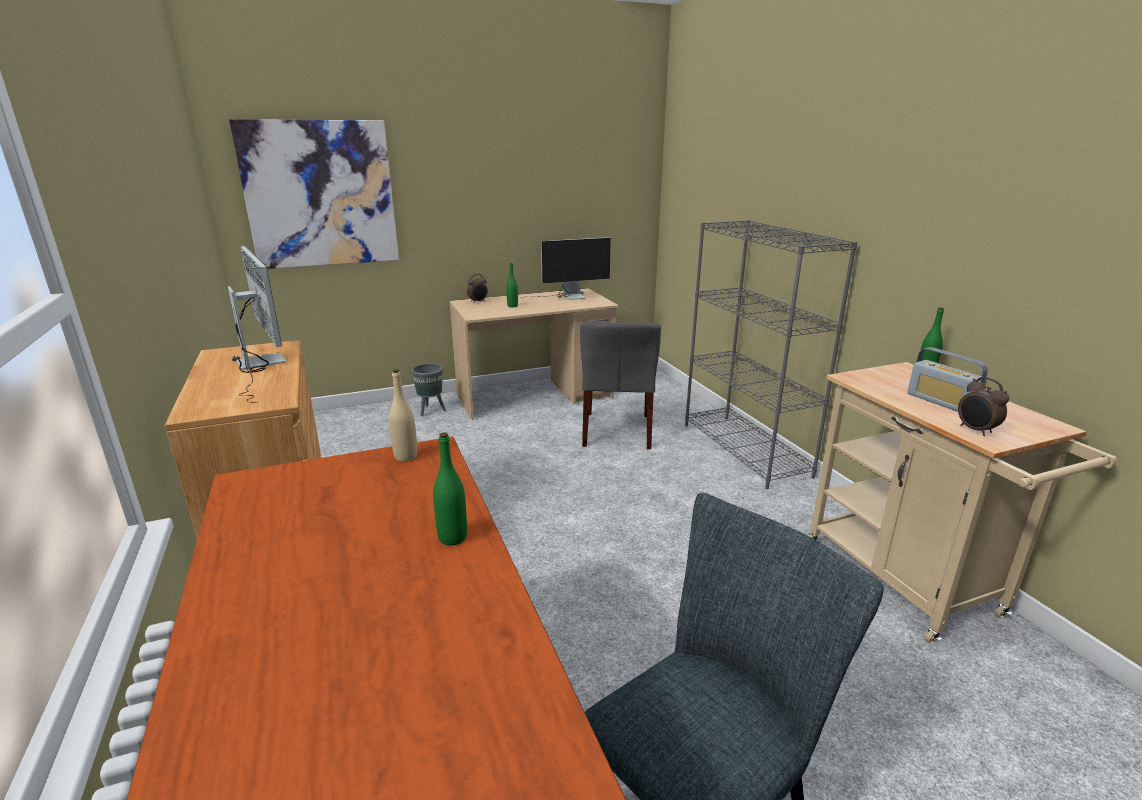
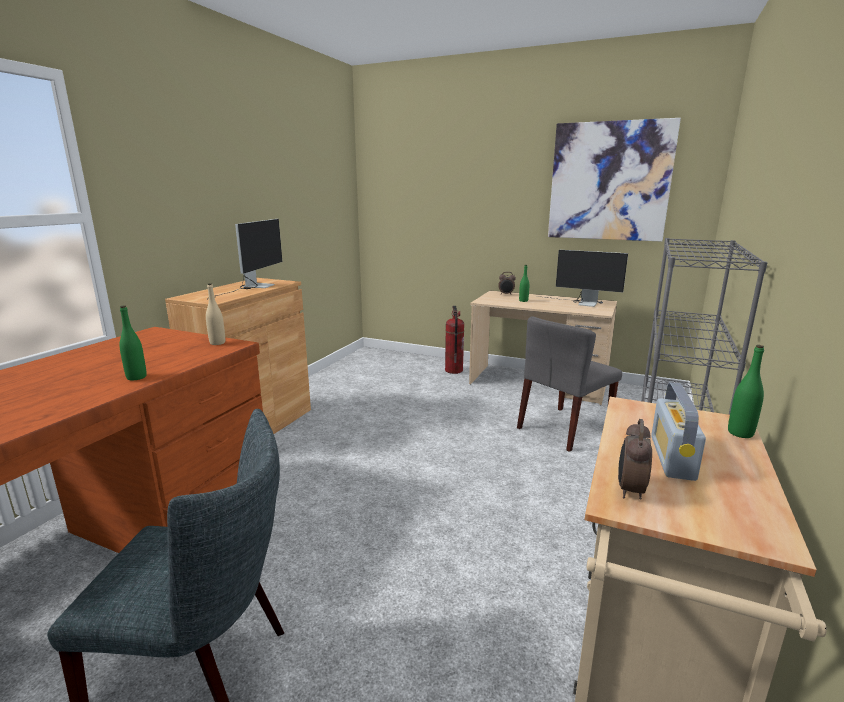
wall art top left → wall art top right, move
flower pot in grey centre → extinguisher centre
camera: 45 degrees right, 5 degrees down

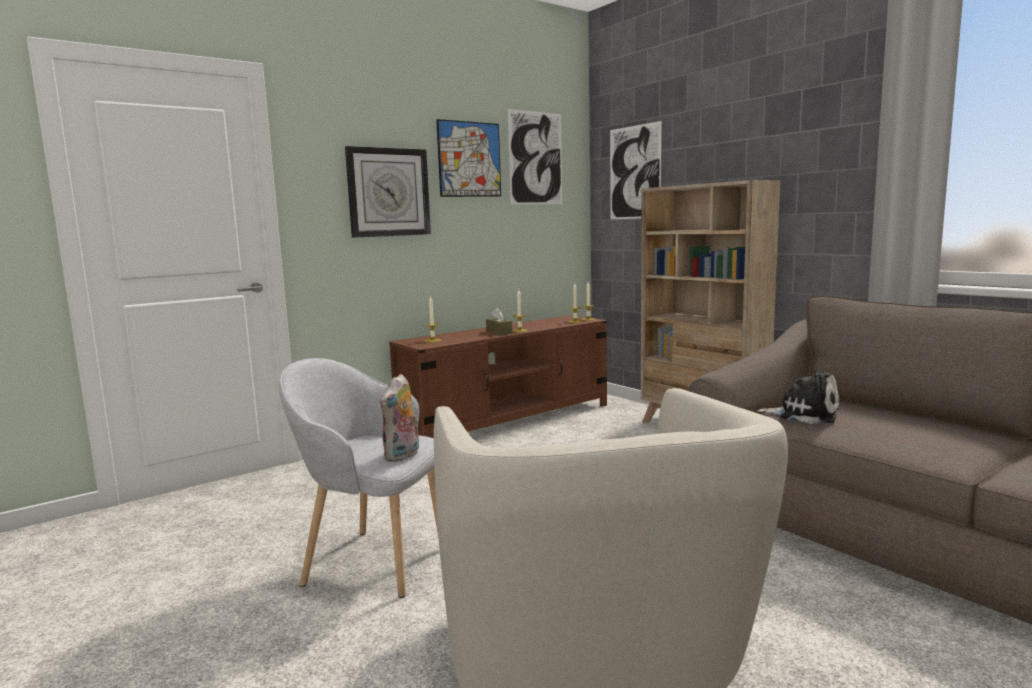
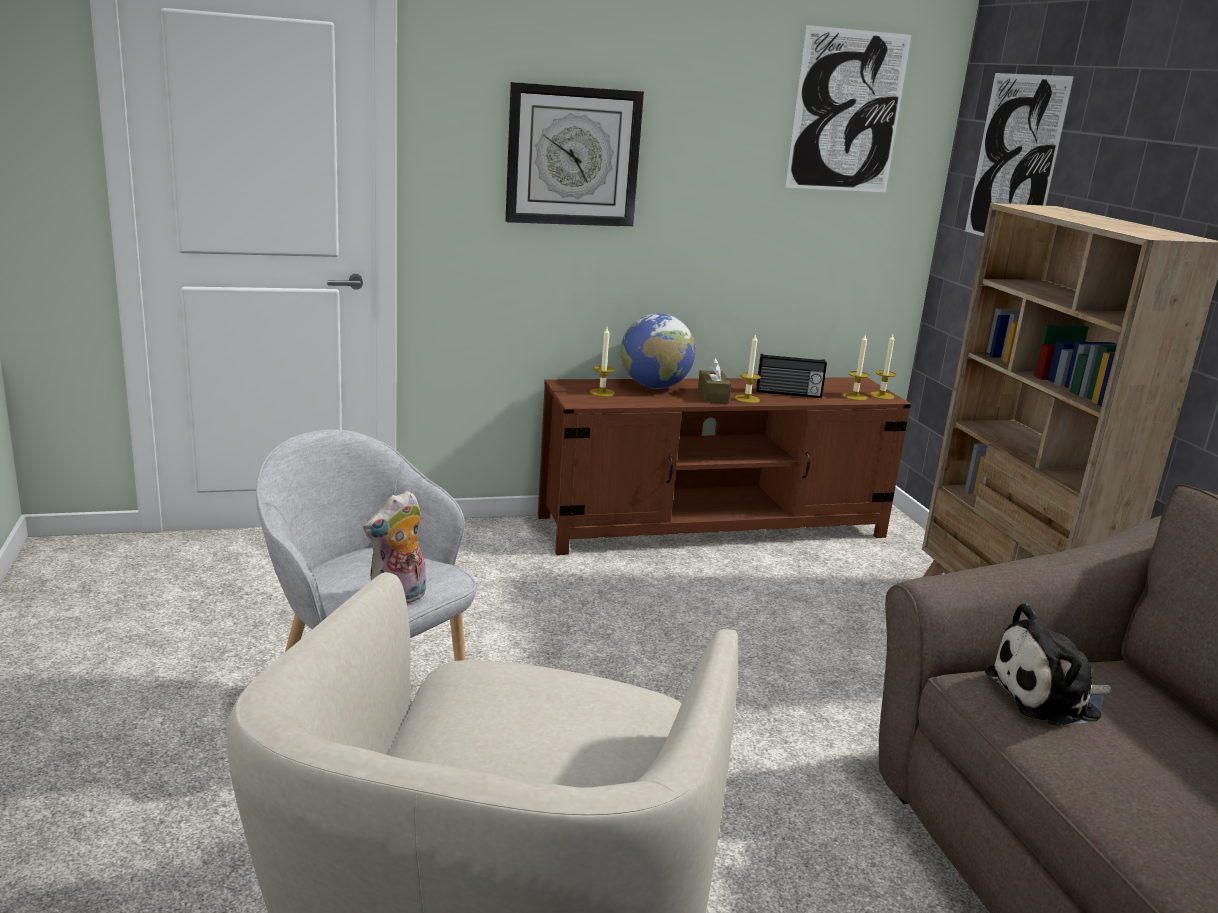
wall art (1st from left) top centre → -
cuddly toy (2nd from left) middle right → cuddly toy (2nd from left) bottom right, 120 degrees clockwise
- → world globe centre
- → radio centre
camera: 20 degrees right, 10 degrees up

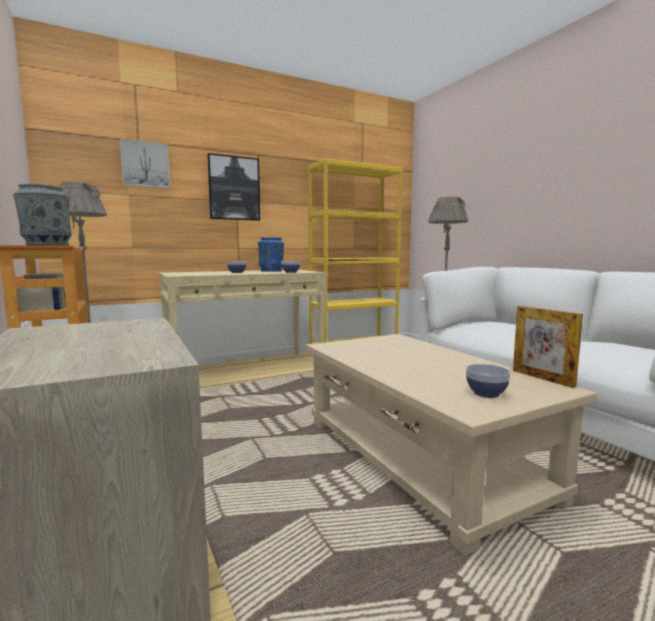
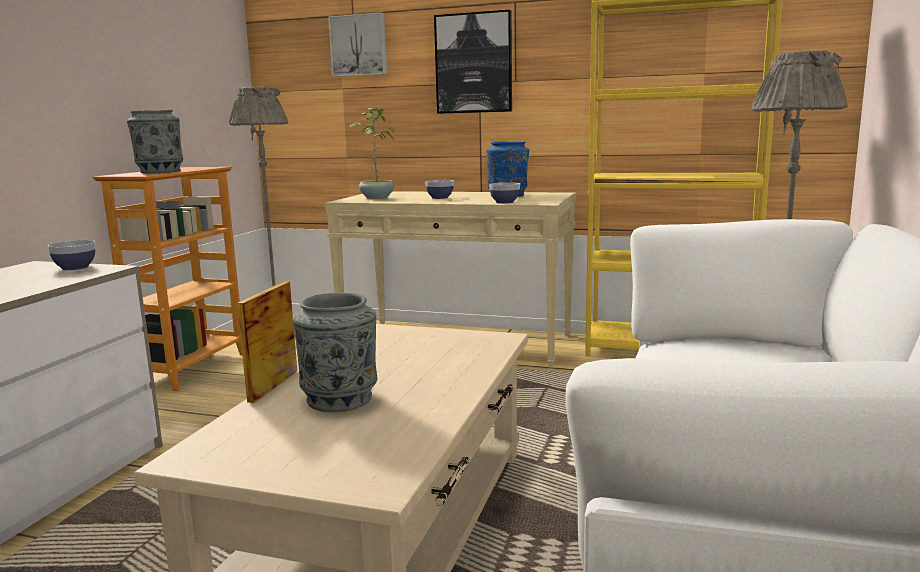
deep dish (3rd from left in the first image) middle right → deep dish (1st from left) middle left, move
photo frame middle right → photo frame middle left, move
- → vase in grey (2nd from left) centre
- → houseplant top centre
camera: 45 degrees right, 5 degrees up

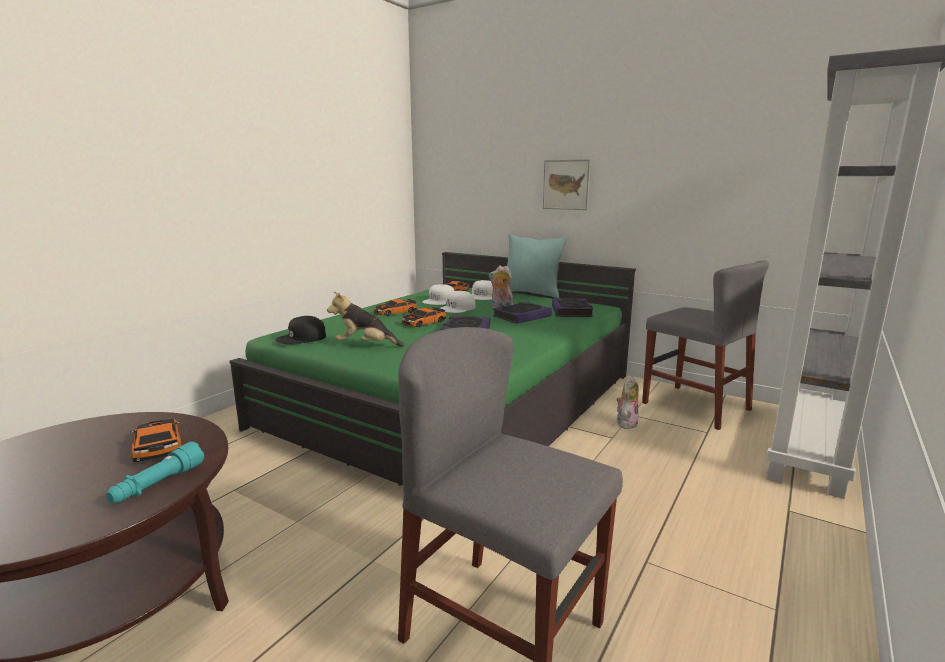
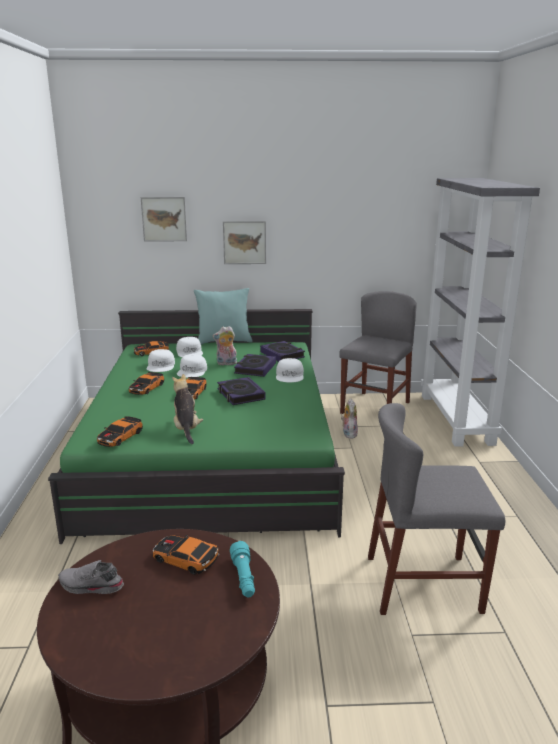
cap in black-coloured middle left → miniature car (1st from left) middle left
cuddly toy (1st from left) centre, 105 degrees clockwise
chair in grey (2nd from left in the first image) middle right → chair in grey (1st from left) middle right, 75 degrees counterclockwise
- → item of footwear in grey bottom left
- → wall art (1st from left) top left
- → cap in white-coloured (4th from left) centre
camera: 35 degrees left, 5 degrees up

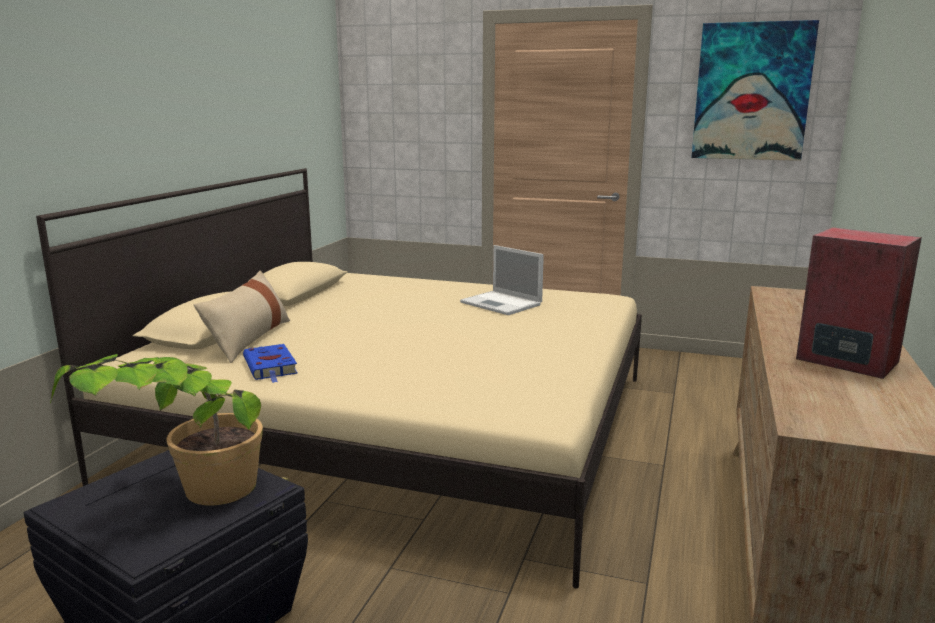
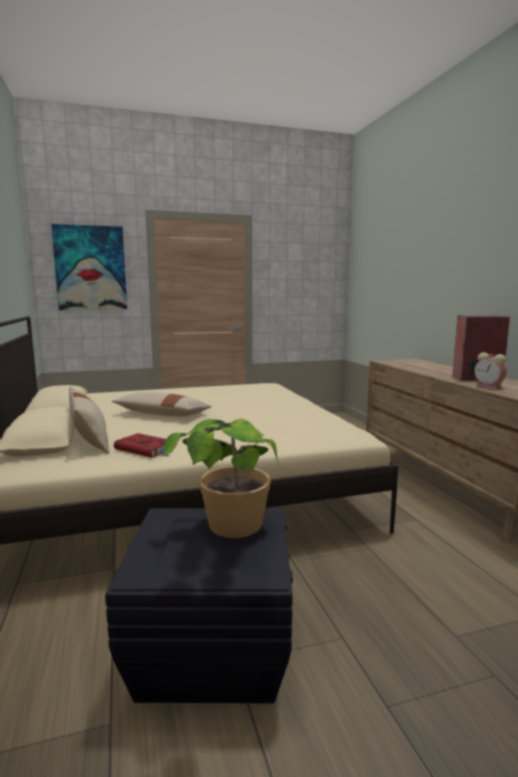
volume in blue-coloured middle left → volume in red-coloured middle left
notebook computer centre → -
wall art top right → wall art middle left, move
- → throw pillow in sand-coloured (2nd from left) middle left
- → table clock middle right
camera: 35 degrees left, 5 degrees down

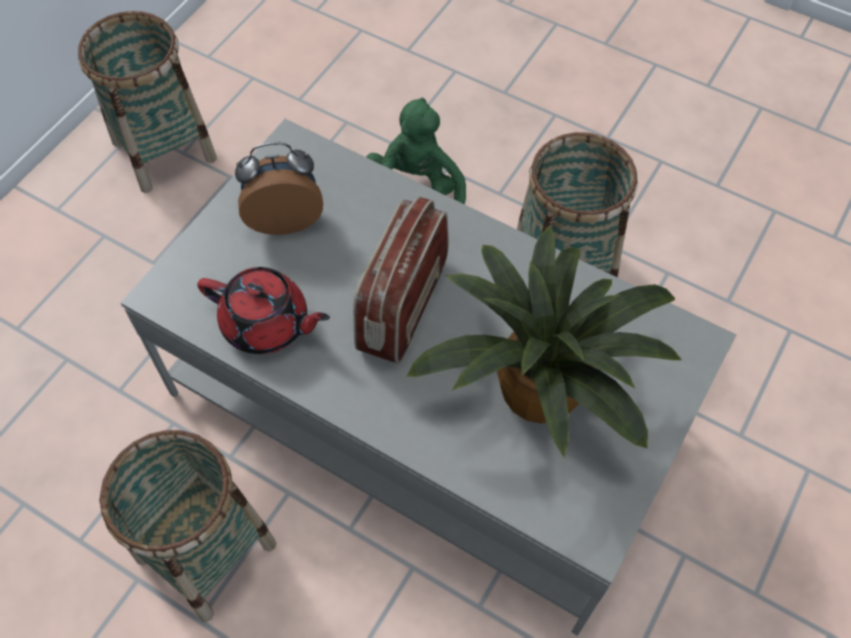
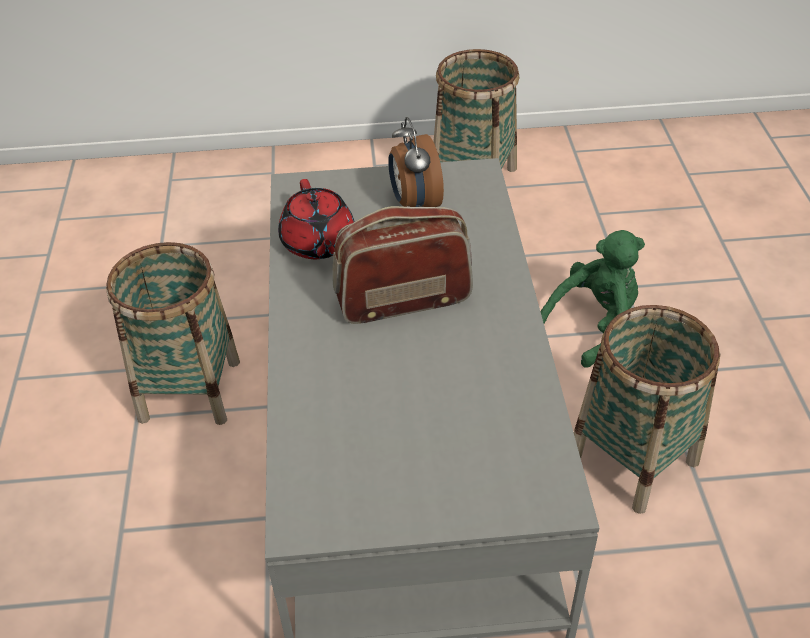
table clock top left → table clock top centre, 150 degrees counterclockwise
houseplant centre → -
camera: 55 degrees right, 15 degrees down

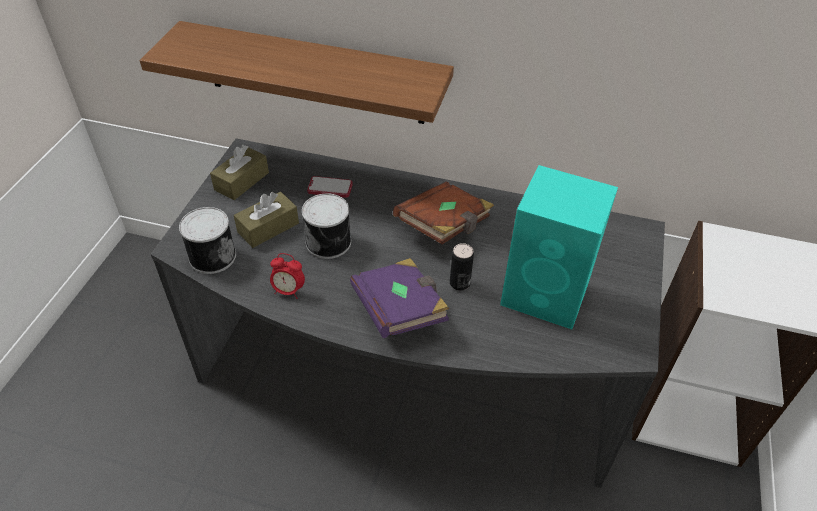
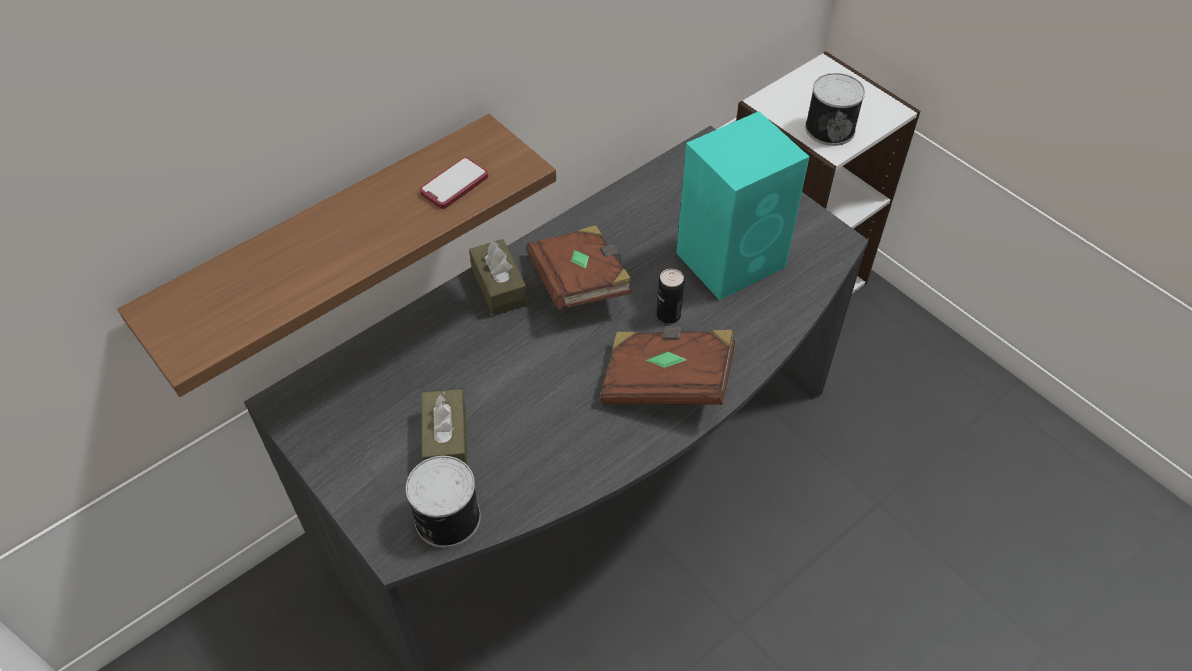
tissue holder in brownish (1st from left in the first image) middle left → tissue holder in brownish (2nd from left) centre, move
table clock centre → -
metal can (2nd from left in the first image) centre → metal can (3rd from left) top right, move
phone centre → phone top centre, move
volume in purple centre → volume in brownish (2nd from left) centre
camera: 55 degrees left, 5 degrees up

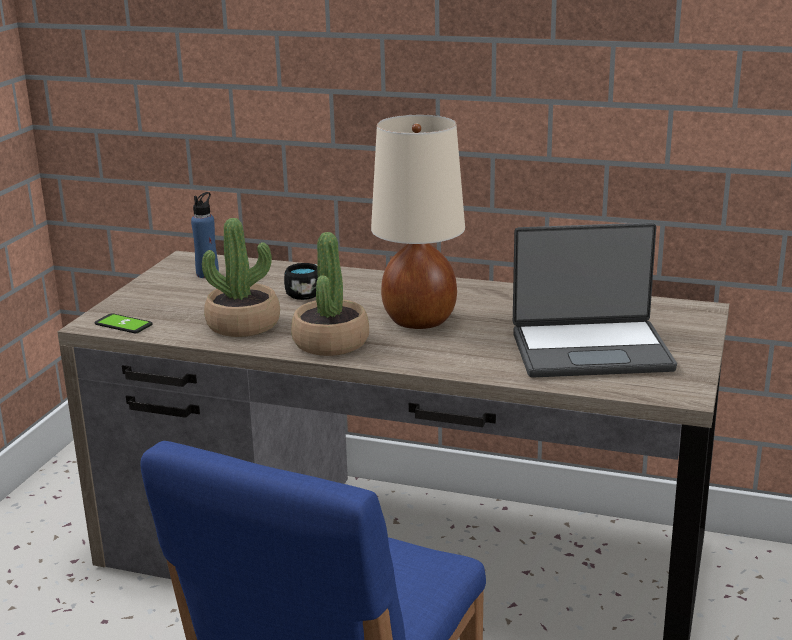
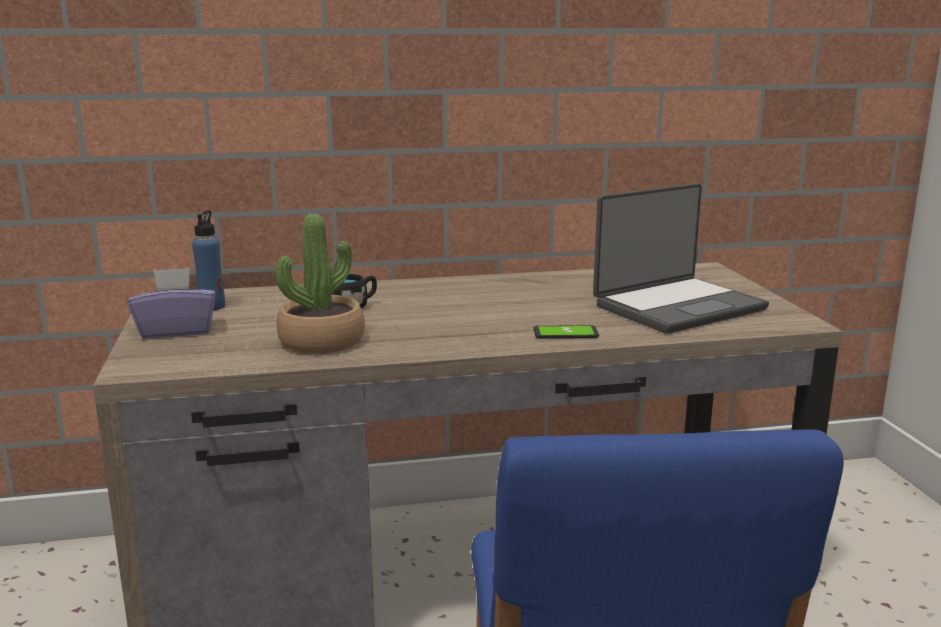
phone middle left → phone centre, move
houseplant (2nd from left) centre → -
table lamp in sand-coloured centre → -
- → tissue holder in purple middle left
camera: 30 degrees left, 5 degrees down

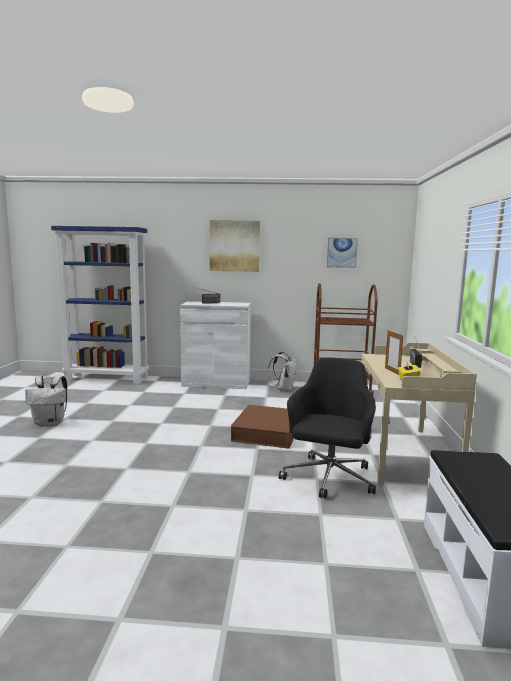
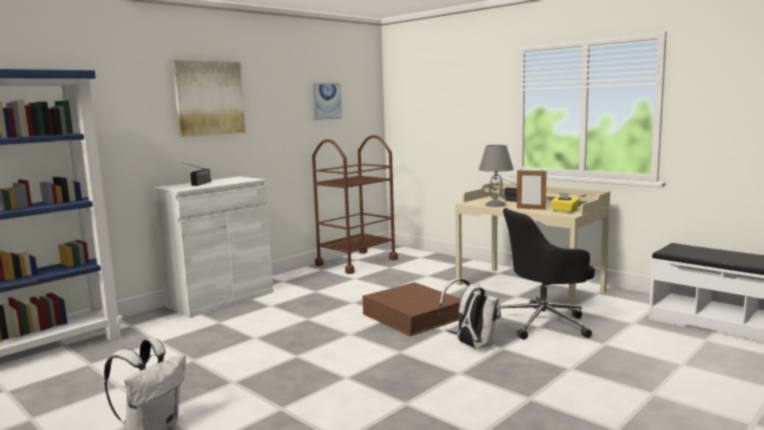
rucksack in white-coloured (2nd from left) centre → rucksack in white-coloured (2nd from left) bottom centre, move
desk chair in black-coloured centre → desk chair in black-coloured middle right, 75 degrees counterclockwise
- → table lamp in grey centre
camera: 50 degrees left, 0 degrees up

